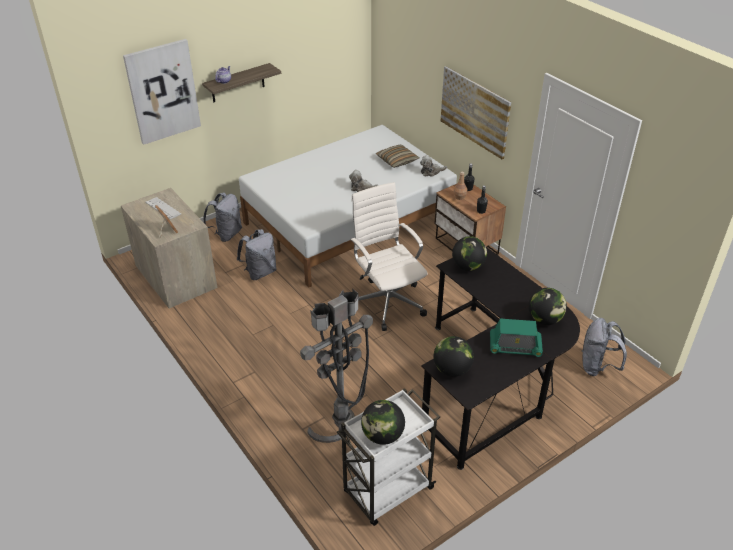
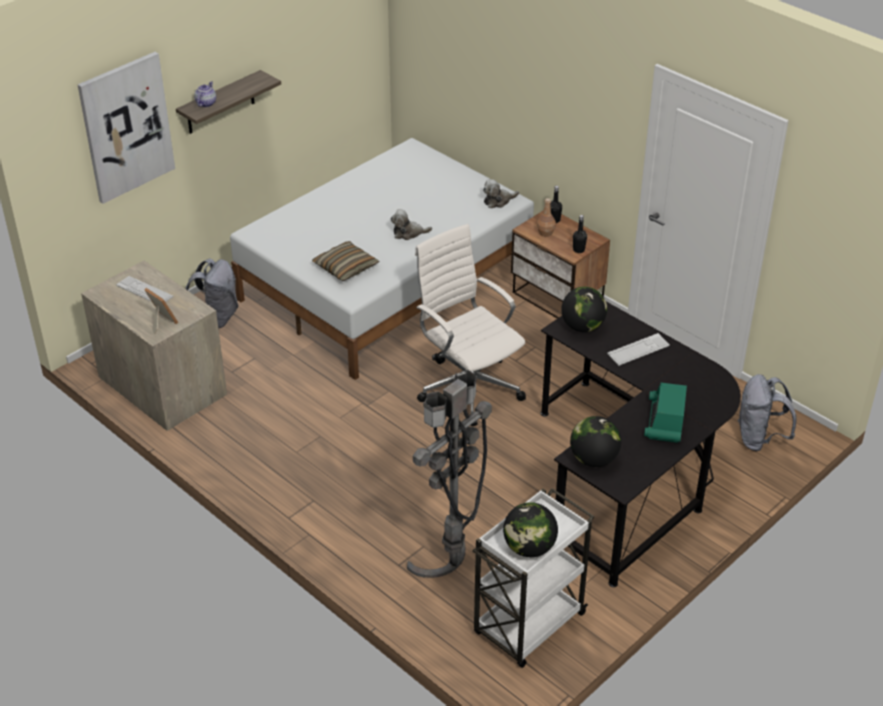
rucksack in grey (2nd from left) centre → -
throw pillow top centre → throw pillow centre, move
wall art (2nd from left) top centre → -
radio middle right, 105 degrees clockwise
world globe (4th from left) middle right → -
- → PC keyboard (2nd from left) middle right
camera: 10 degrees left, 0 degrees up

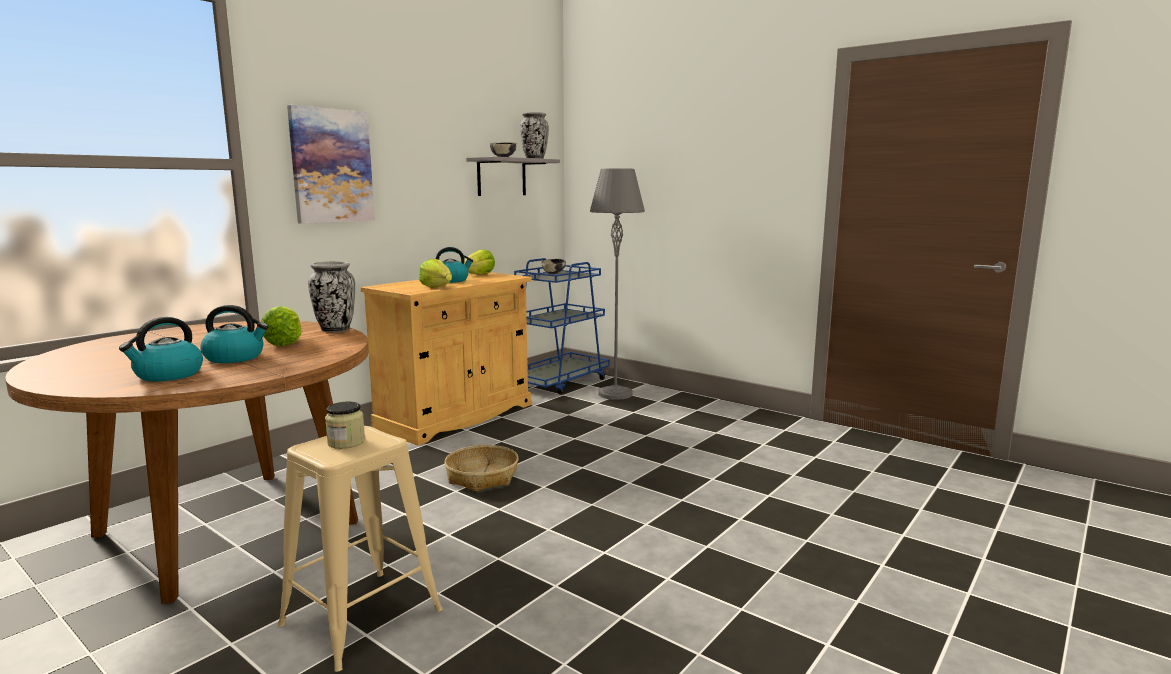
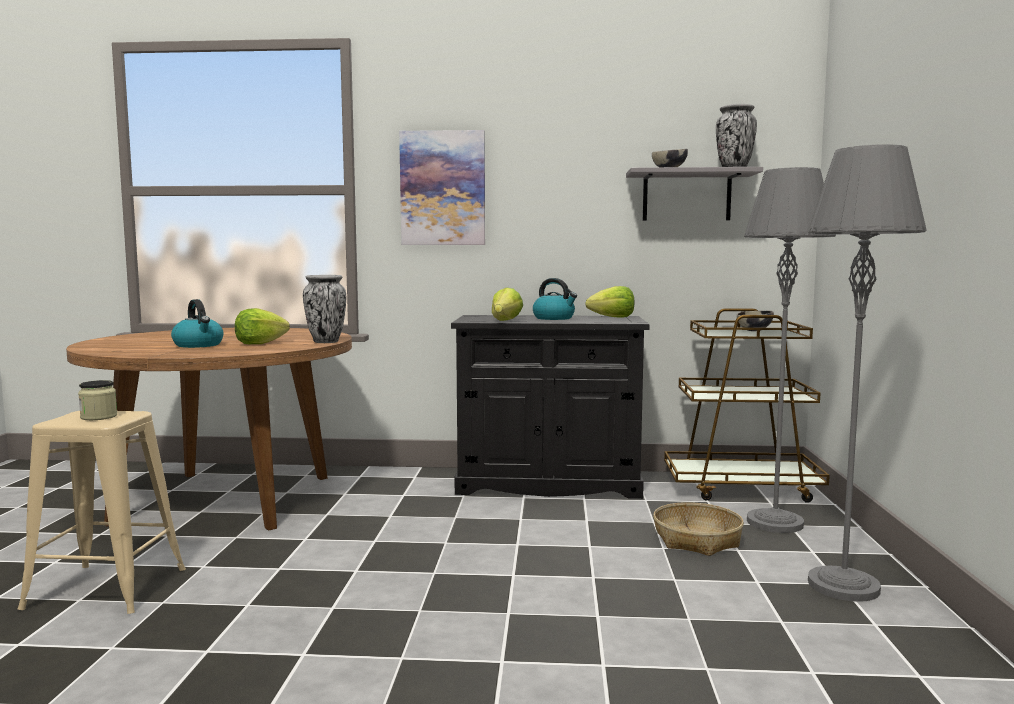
tea kettle (1st from left) middle left → -
storage cabinet in sand-coloured centre → storage cabinet in black-coloured centre
basket bottom centre → basket bottom right, move
trolley in blue-coloured centre → trolley in brownish middle right
- → standard lamp in grey (2nd from left) middle right
camera: 55 degrees right, 5 degrees down

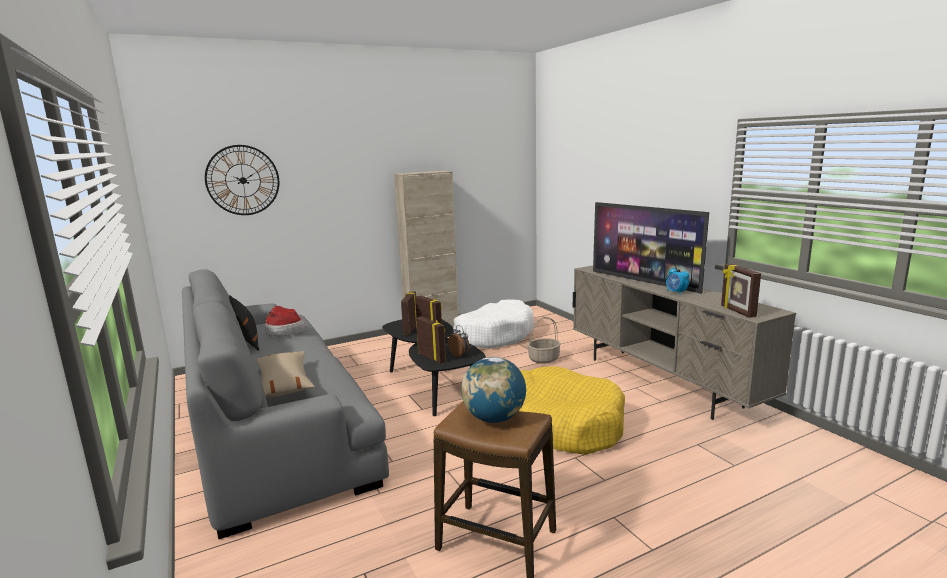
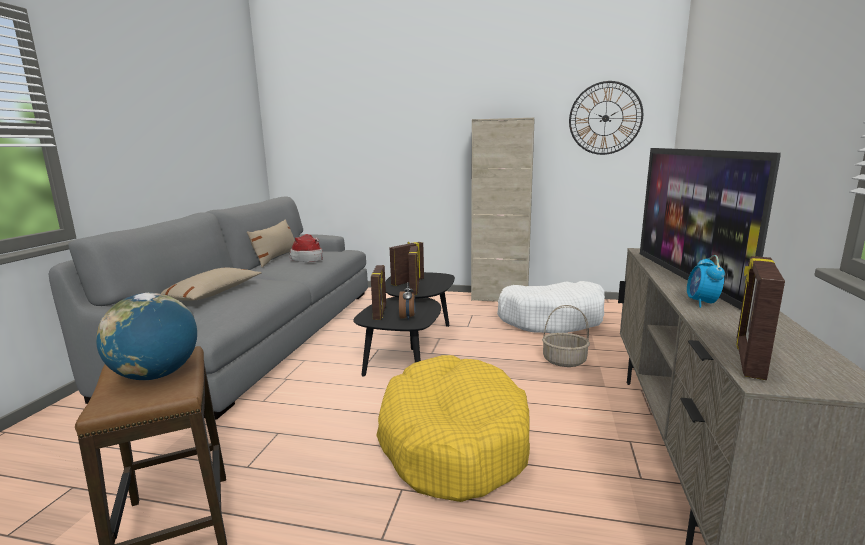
wall clock top left → wall clock top right, move
throw pillow in black-coloured middle left → throw pillow in sand-coloured (2nd from left) middle left
camera: 40 degrees right, 0 degrees up

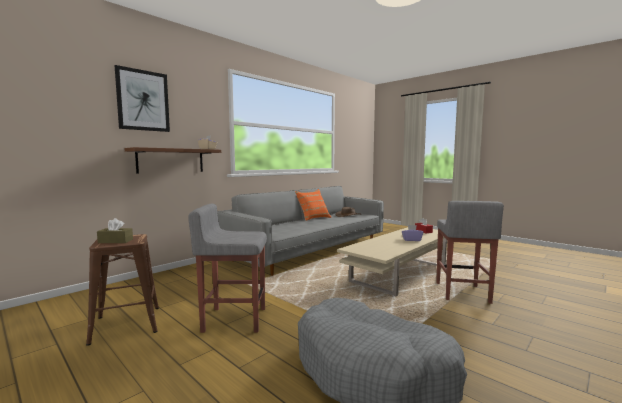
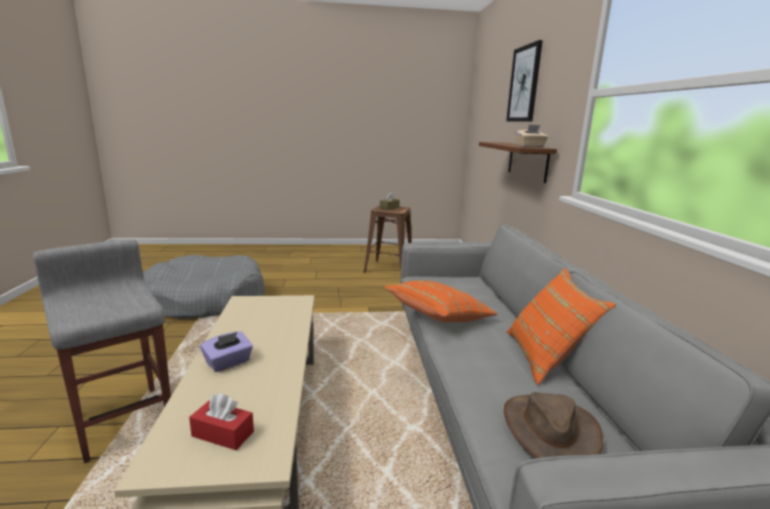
sitting stool in grey (1st from left) centre → -
- → throw pillow in orange-coloured (1st from left) centre
camera: 130 degrees right, 10 degrees up

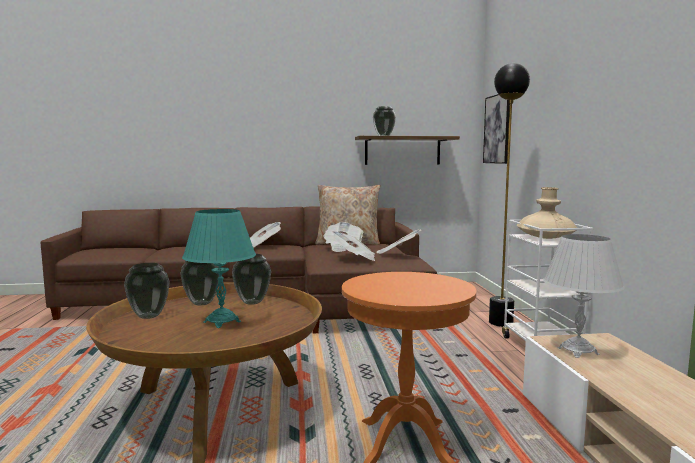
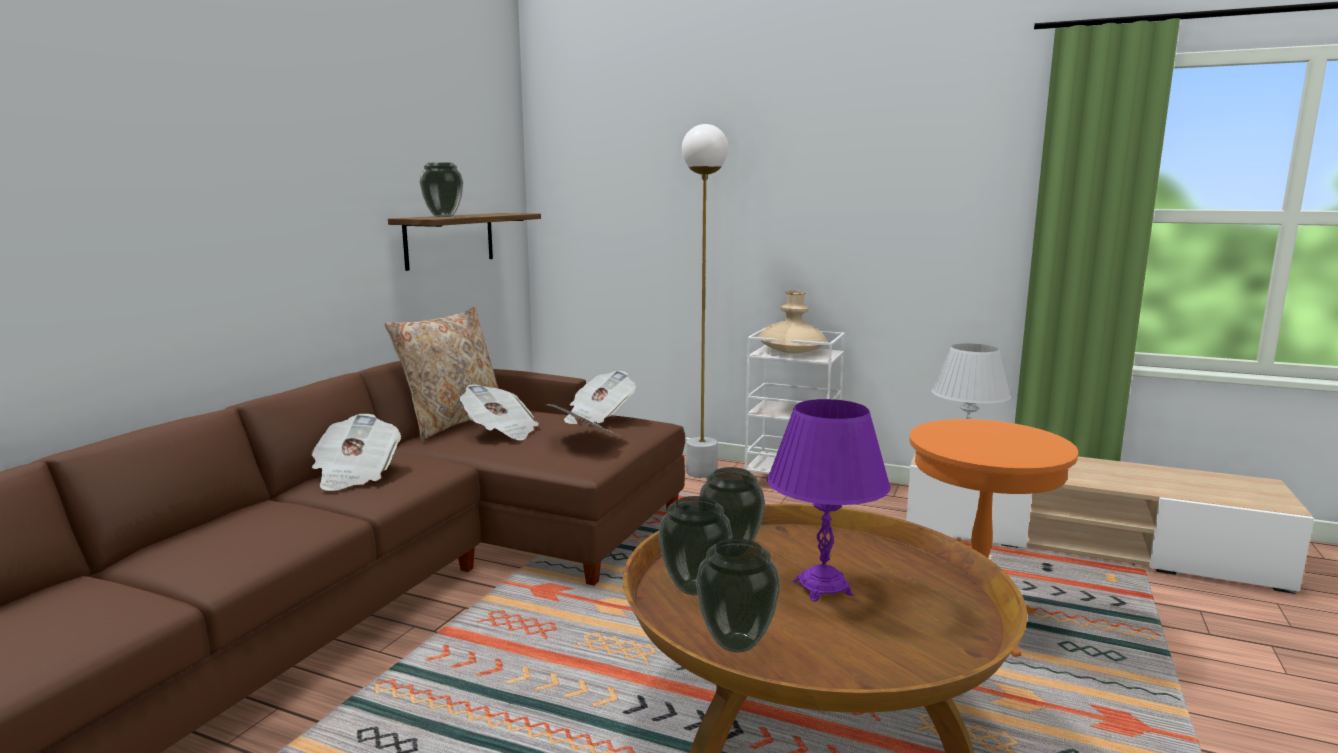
table lamp in turquoise-coloured middle left → table lamp in purple centre
wall art top right → -
standard lamp in black-coloured middle right → standard lamp in white-coloured centre
camera: 60 degrees left, 5 degrees up

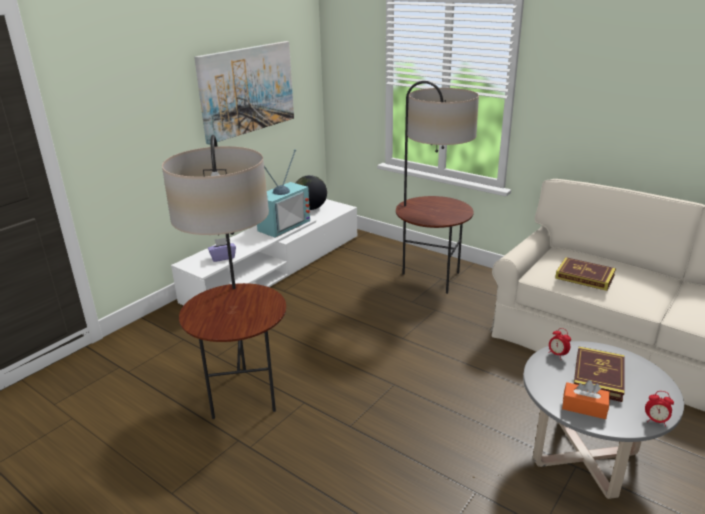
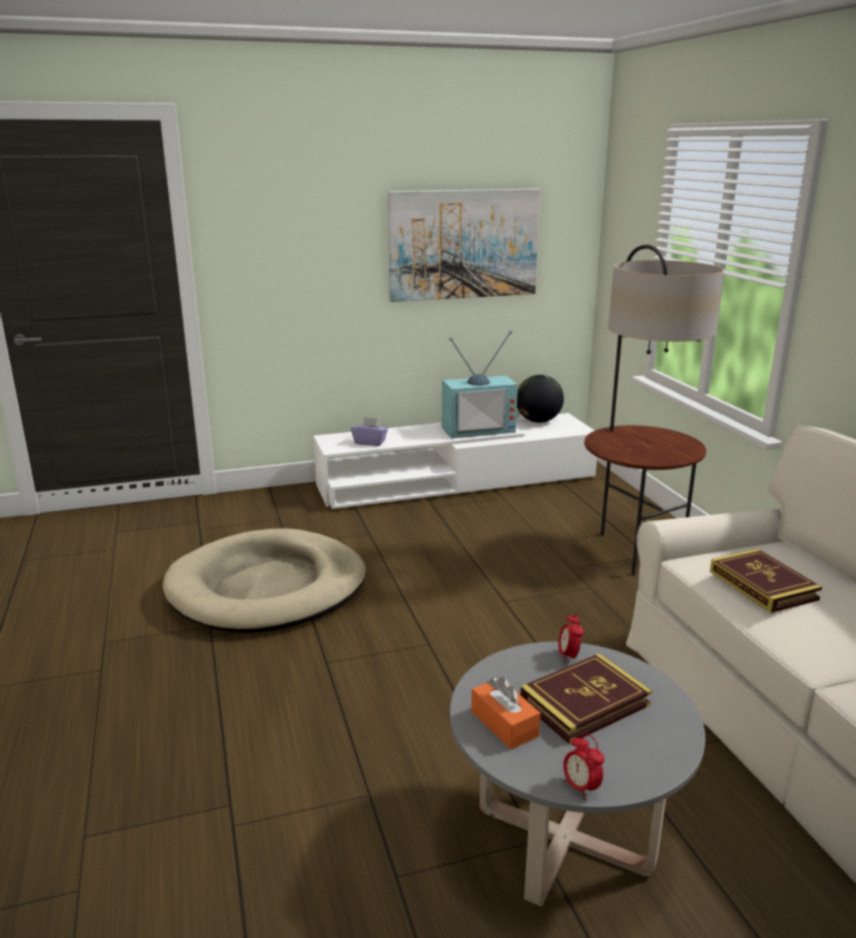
standard lamp (1st from left) middle left → dog cushion in sand-coloured middle left
camera: 35 degrees right, 5 degrees down

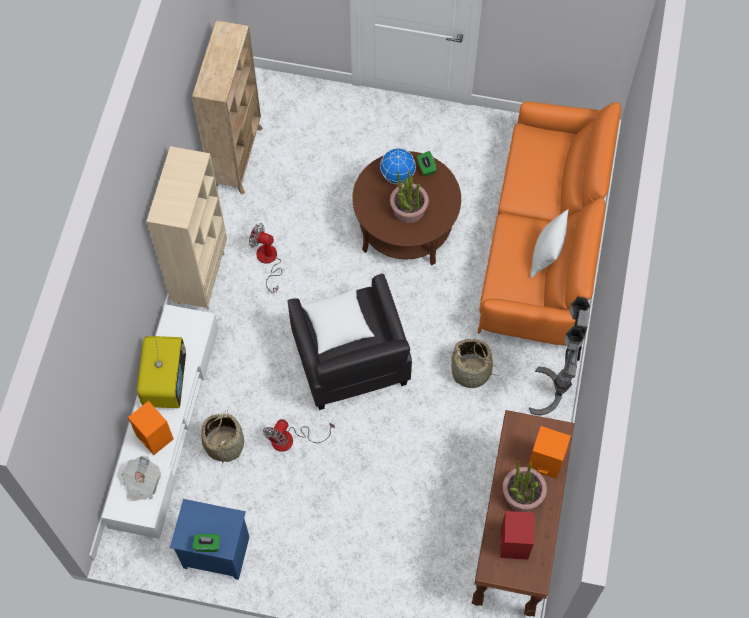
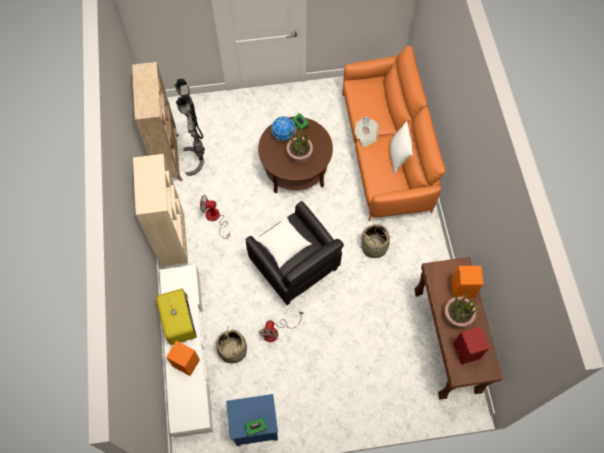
newspaper bottom left → newspaper top centre, move
standard lamp in grey middle right → standard lamp in grey top left, move
camera: 20 degrees left, 0 degrees up

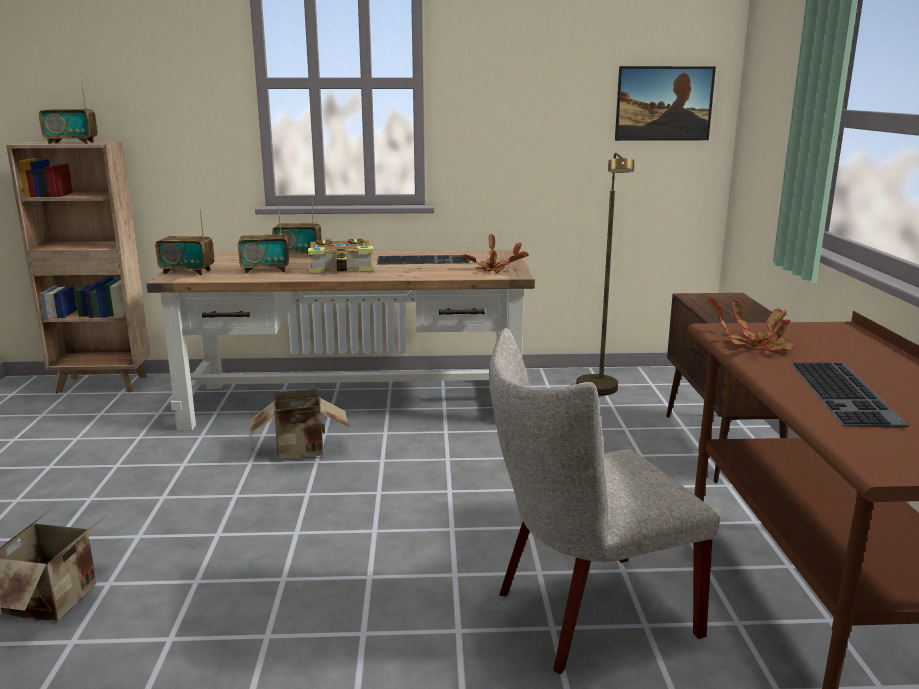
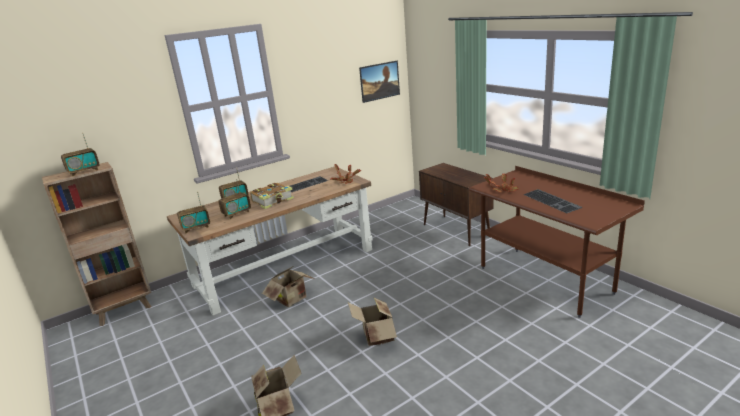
chair in sand-coloured bottom centre → -
standard lamp in brownish centre → -
- → cardboard box (3rd from left) bottom centre
camera: 30 degrees left, 5 degrees up

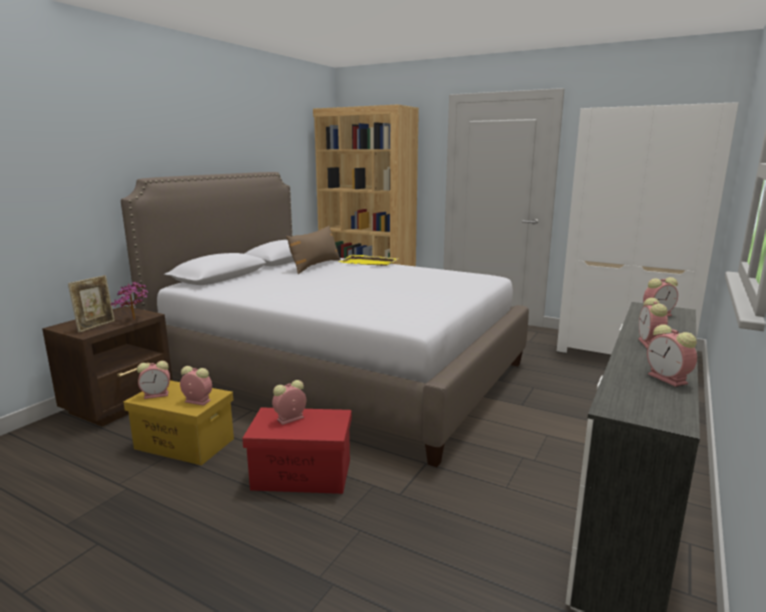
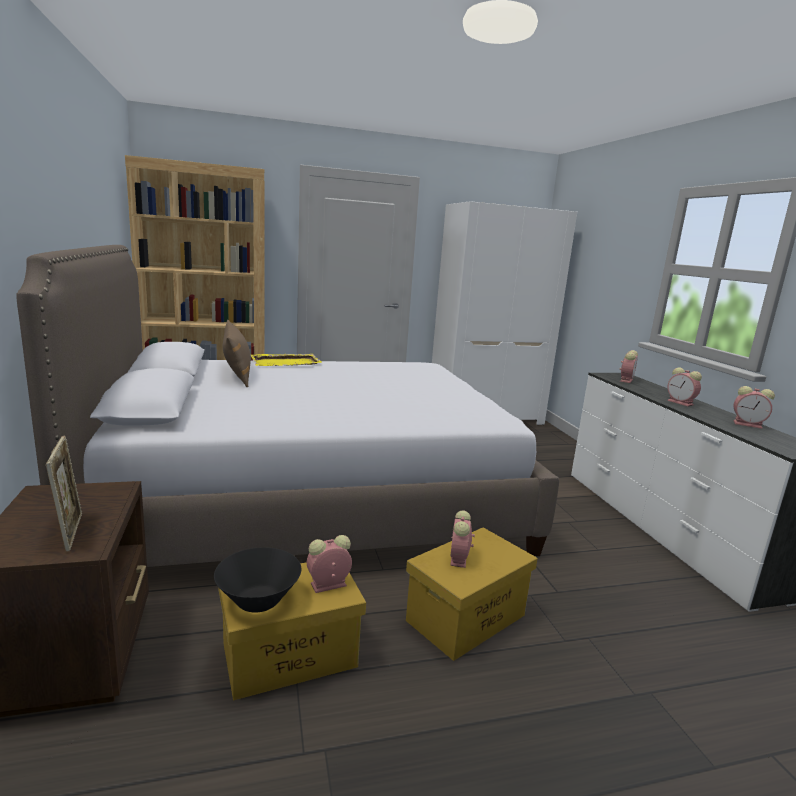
houseplant middle left → -
table clock (1st from left) middle left → deep dish in black-coloured bottom left
storage container in red-coloured bottom centre → storage container in yellowish (2nd from left) bottom centre
camera: 45 degrees left, 0 degrees up

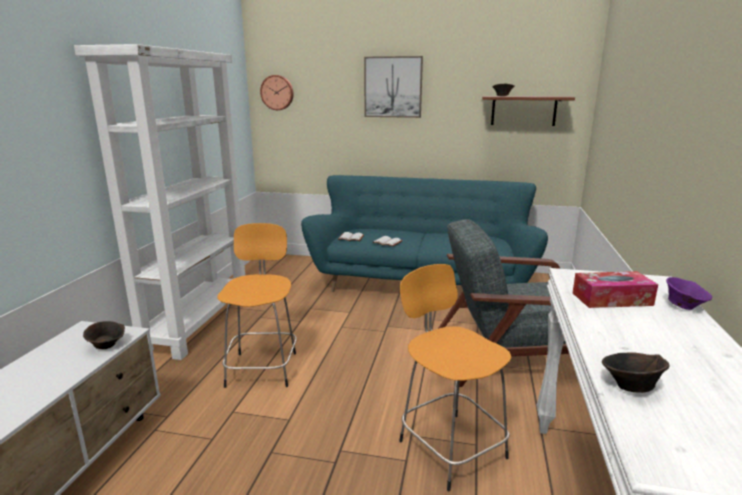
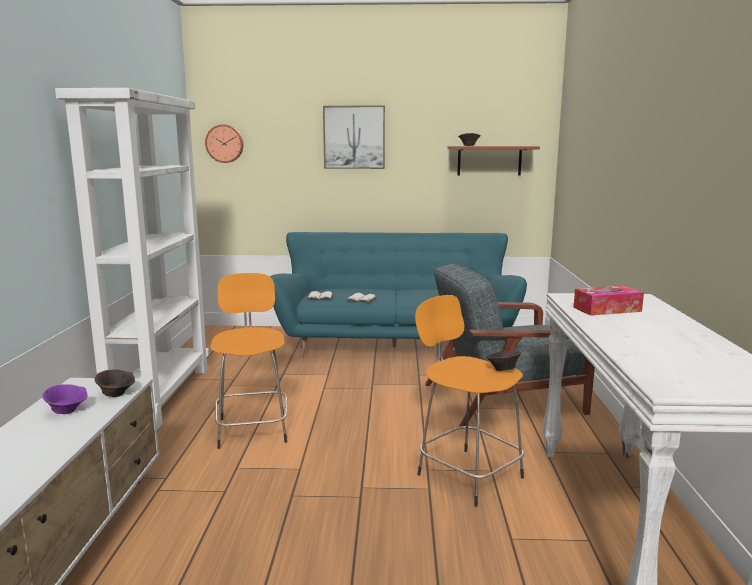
deep dish in brownish (3rd from left) bottom right → deep dish in brownish (3rd from left) middle right, move
deep dish in purple middle right → deep dish in purple bottom left, move
camera: 10 degrees left, 5 degrees down

